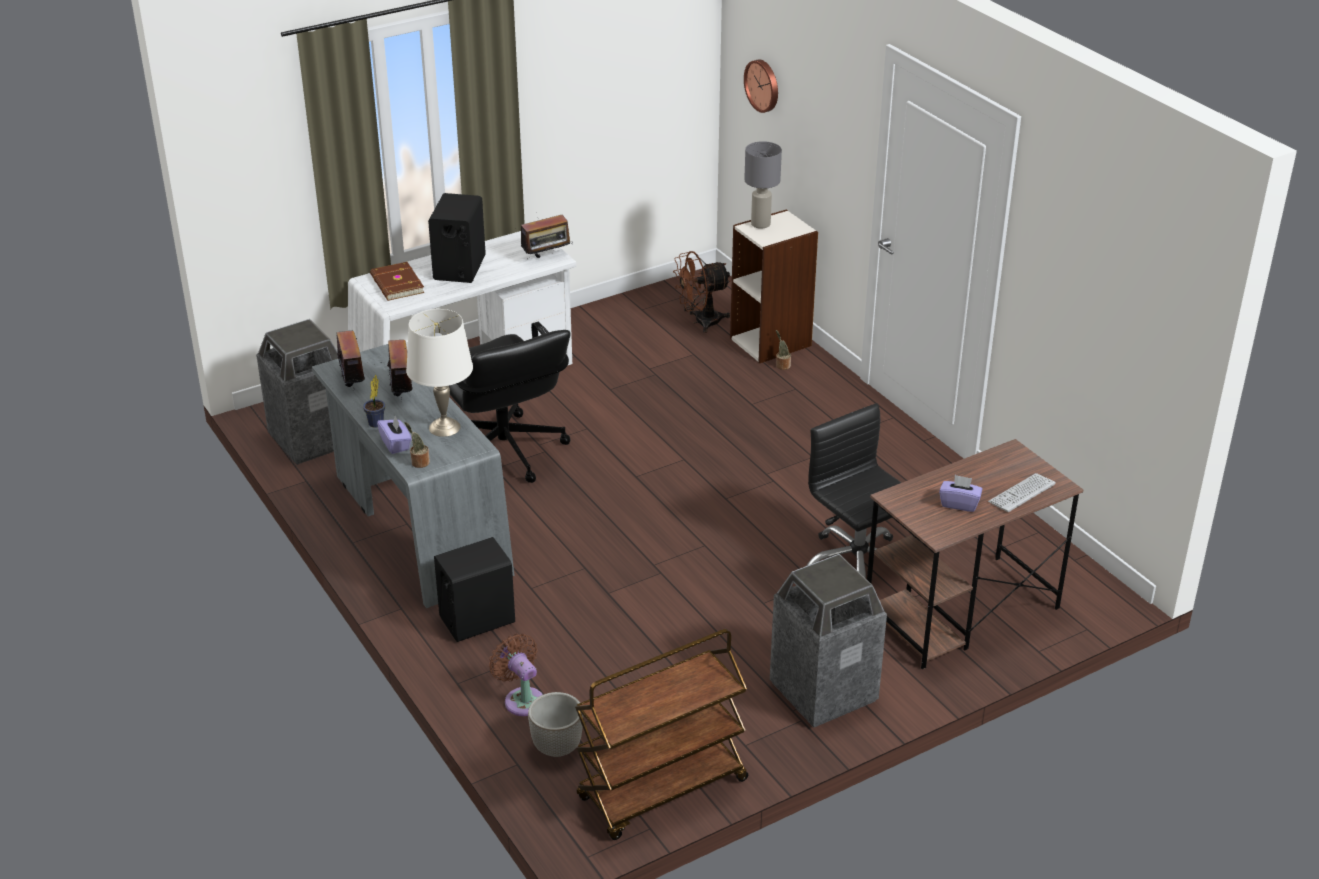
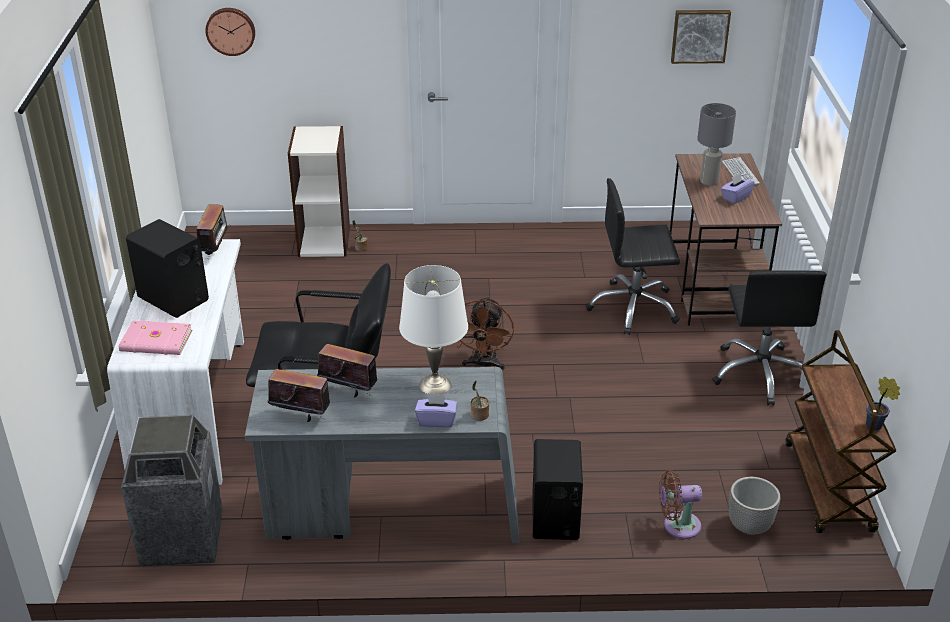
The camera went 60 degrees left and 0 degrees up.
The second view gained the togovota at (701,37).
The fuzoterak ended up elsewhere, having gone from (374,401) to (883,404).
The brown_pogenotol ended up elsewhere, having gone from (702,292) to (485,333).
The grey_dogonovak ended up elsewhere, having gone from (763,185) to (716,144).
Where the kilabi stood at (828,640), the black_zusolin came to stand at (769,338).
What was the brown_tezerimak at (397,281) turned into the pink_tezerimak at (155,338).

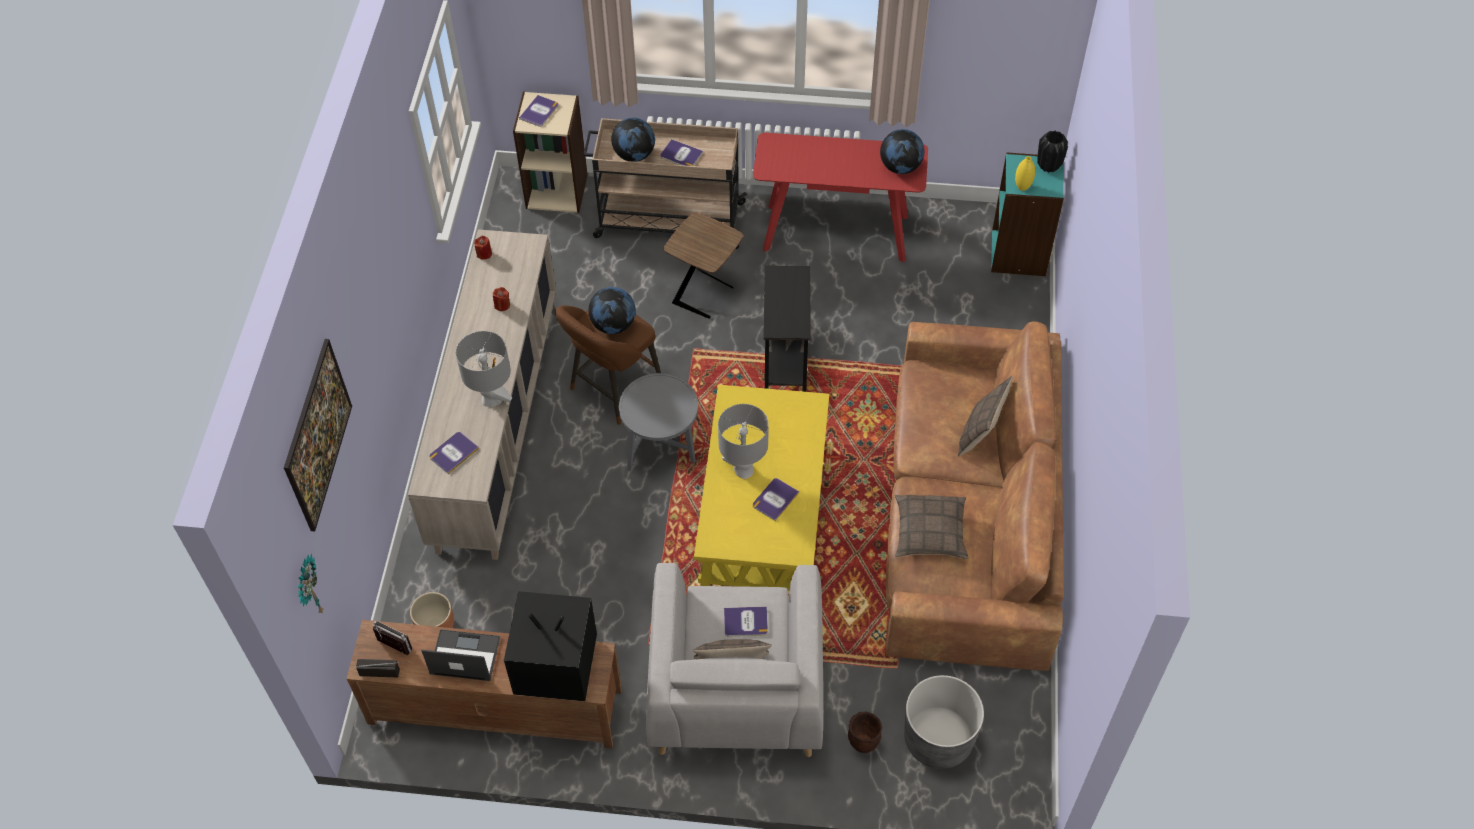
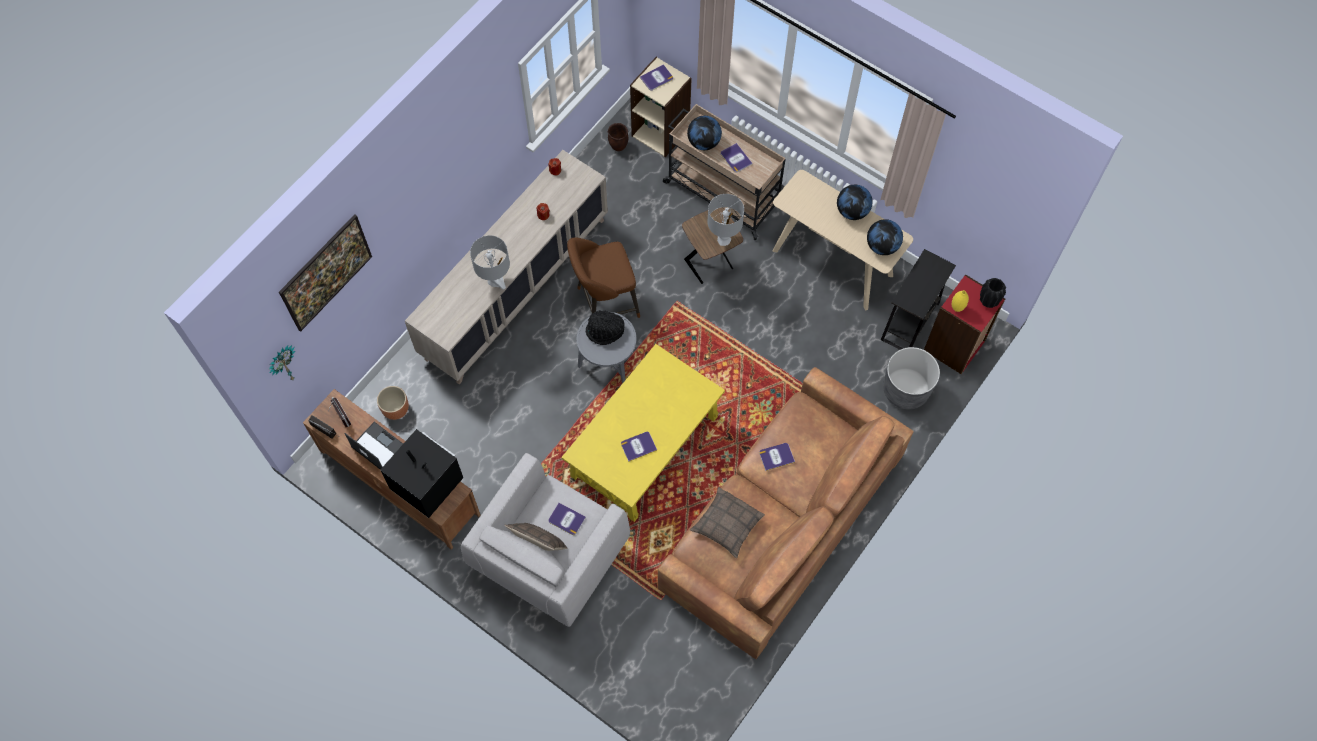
The camera went 30 degrees right and 10 degrees up.
The second view lost the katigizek at (985,416).
The second view gained the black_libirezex at (605,327).
The tezerimak ended up elsewhere, having gone from (454,453) to (777,457).
The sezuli ended up elsewhere, having gone from (612,310) to (854,202).
The grey_dogonovak ended up elsewhere, having gone from (743,441) to (725,220).
The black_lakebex ended up elsewhere, having gone from (787,329) to (918,299).
The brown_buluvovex ended up elsewhere, having gone from (865,732) to (618,137).
The grey_buluvovex ended up elsewhere, having gone from (944,722) to (911,378).
What was the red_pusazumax at (840,197) turned into the beige_pusazumax at (843,240).
What was the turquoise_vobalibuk at (1027,214) turned into the red_vobalibuk at (964,324).

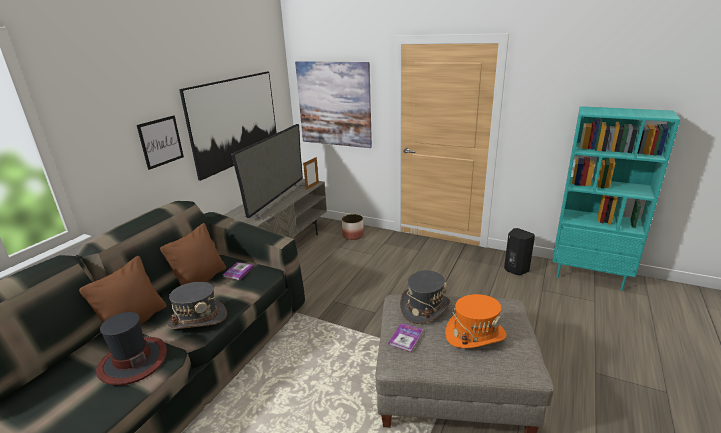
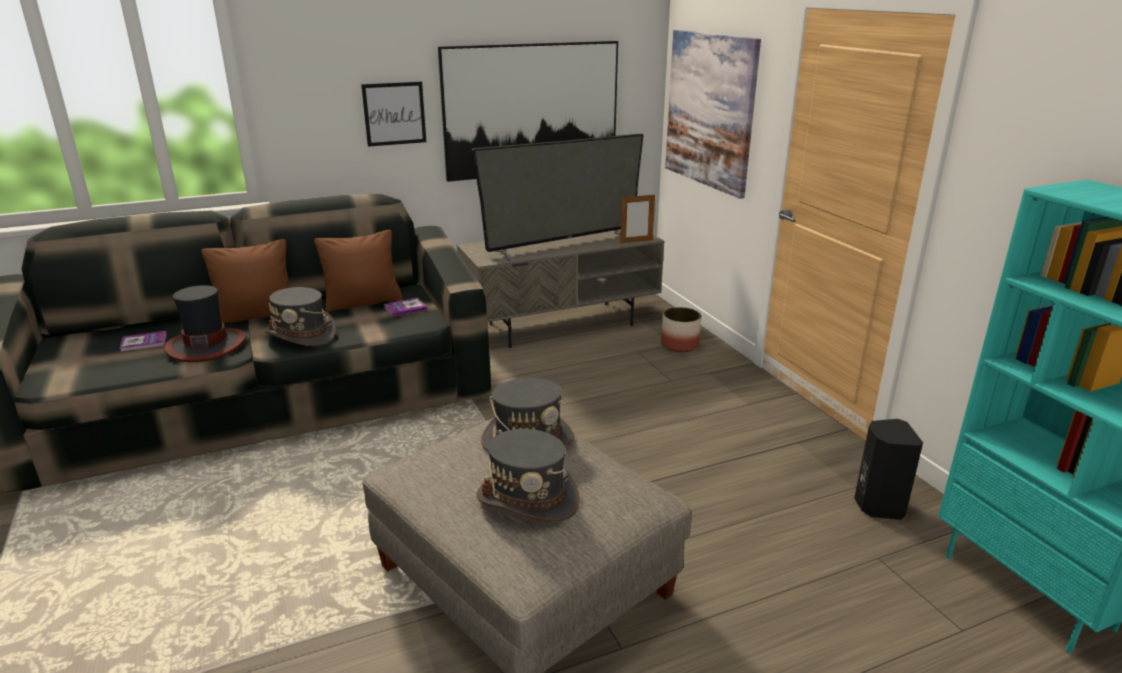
The camera went 40 degrees right and 0 degrees up.
The tezerimak ended up elsewhere, having gone from (405,337) to (143,341).
What was the orange_libirezex at (476,321) turned into the grey_libirezex at (528,475).

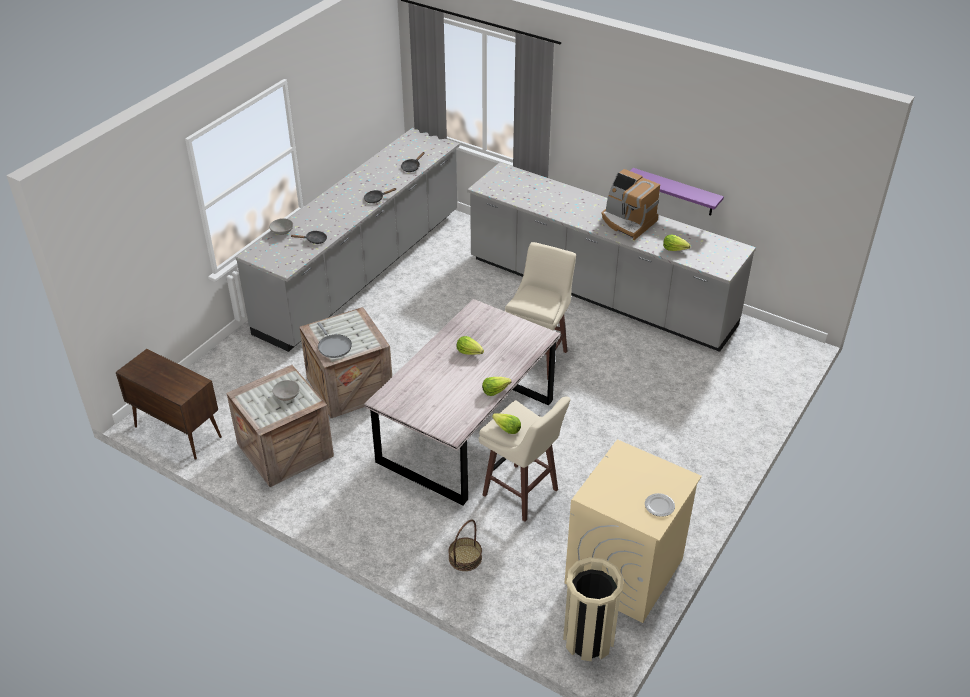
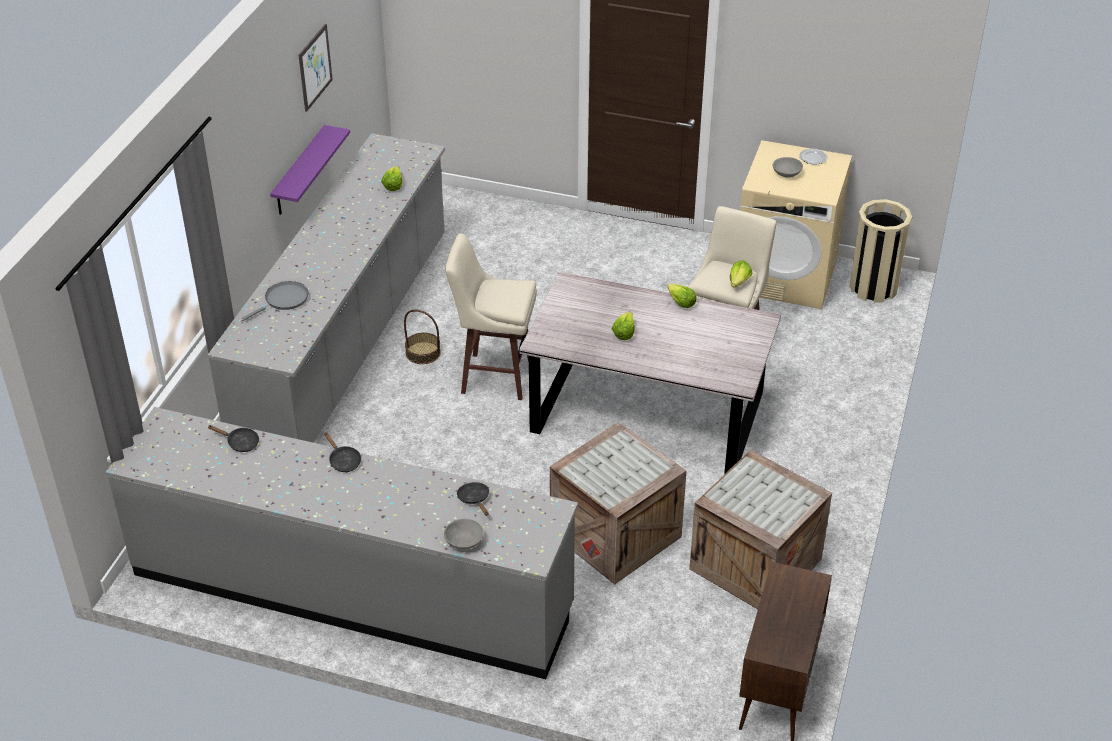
The camera went 105 degrees left and 0 degrees up.
The second view lost the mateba at (631,204).
The second view gained the togovota at (316,68).
The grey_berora ended up elsewhere, having gone from (286,390) to (788,167).
The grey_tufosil ended up elsewhere, having gone from (334,340) to (275,300).
The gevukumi ended up elsewhere, having gone from (465,545) to (422,337).

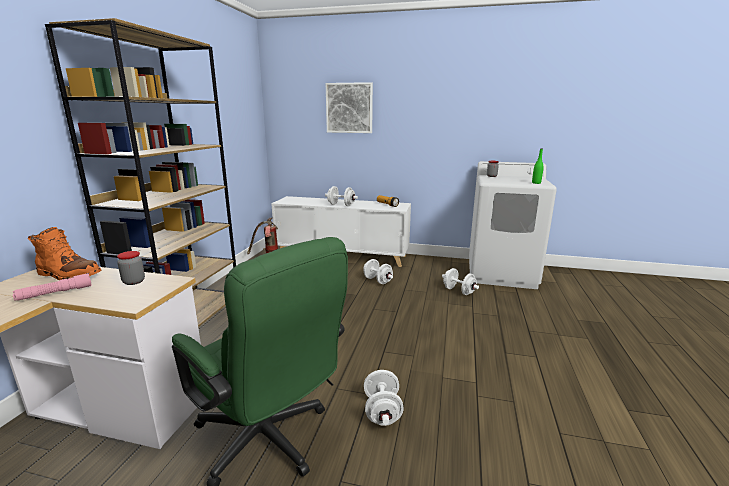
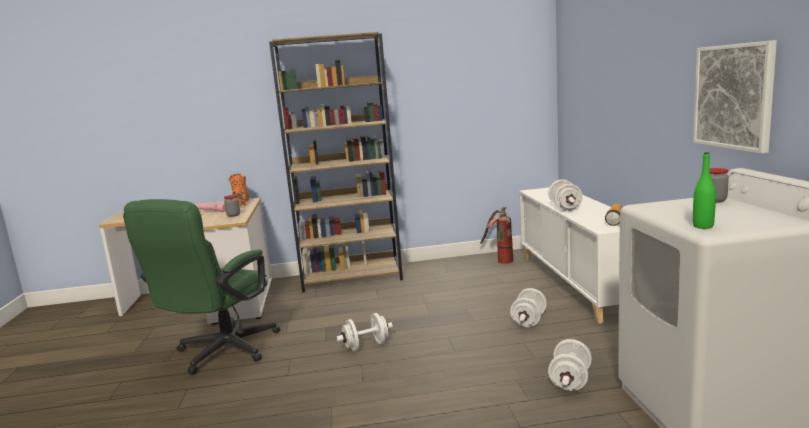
The camera went 70 degrees right and 5 degrees down.
The togovota ended up elsewhere, having gone from (349,107) to (735,97).
The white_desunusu ended up elsewhere, having gone from (384,398) to (365,332).

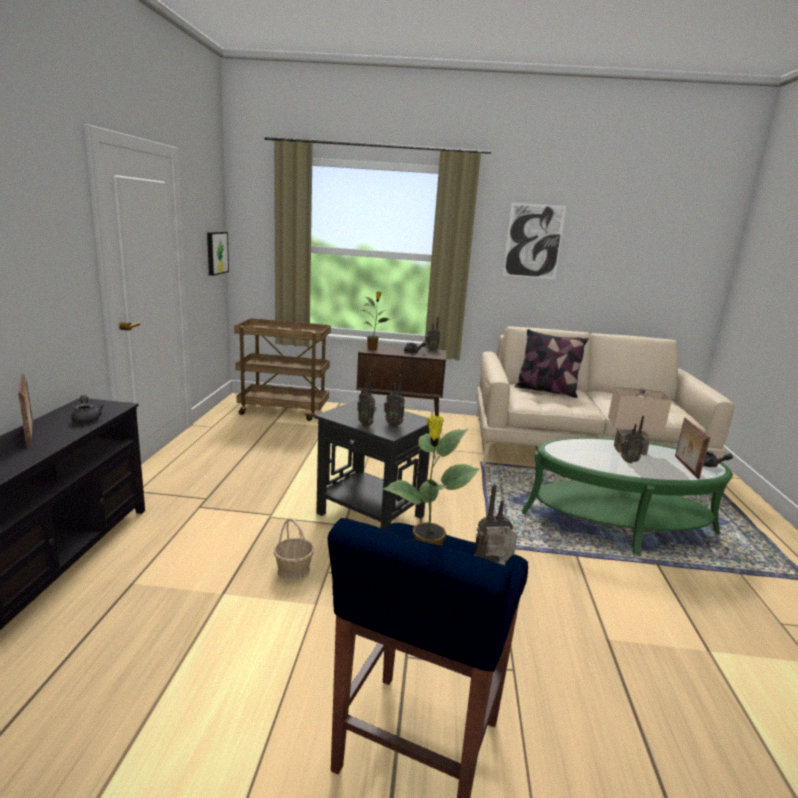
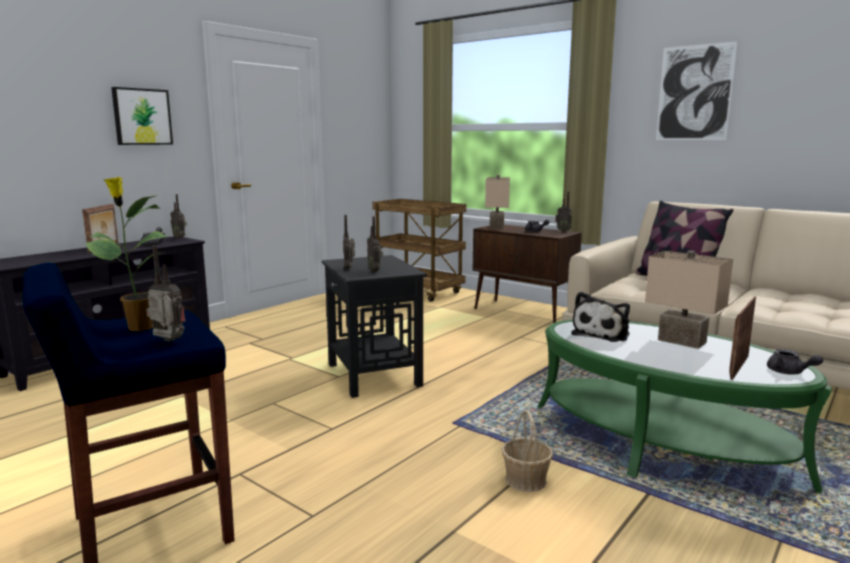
The camera went 35 degrees right and 5 degrees down.
The second view gained the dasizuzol at (600,317).
The togovota ended up elsewhere, having gone from (218,254) to (142,116).
The gevukumi ended up elsewhere, having gone from (294,549) to (527,451).
The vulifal ended up elsewhere, having gone from (632,439) to (179,216).
Where the fuzoterak stood at (376,320), the beige_dogonovak came to stand at (497,202).

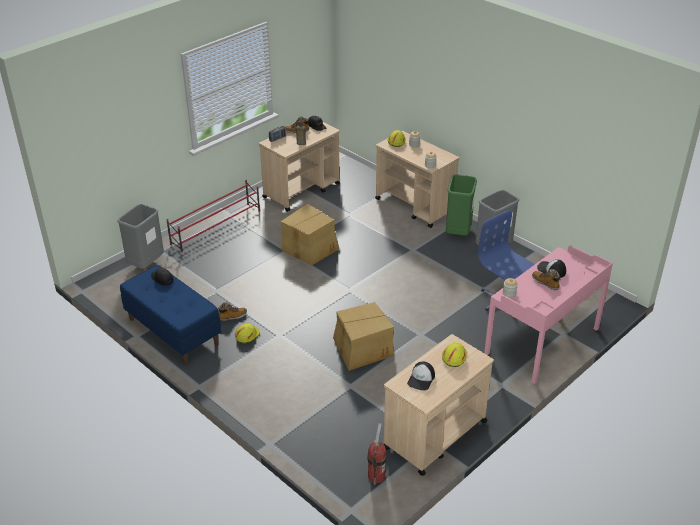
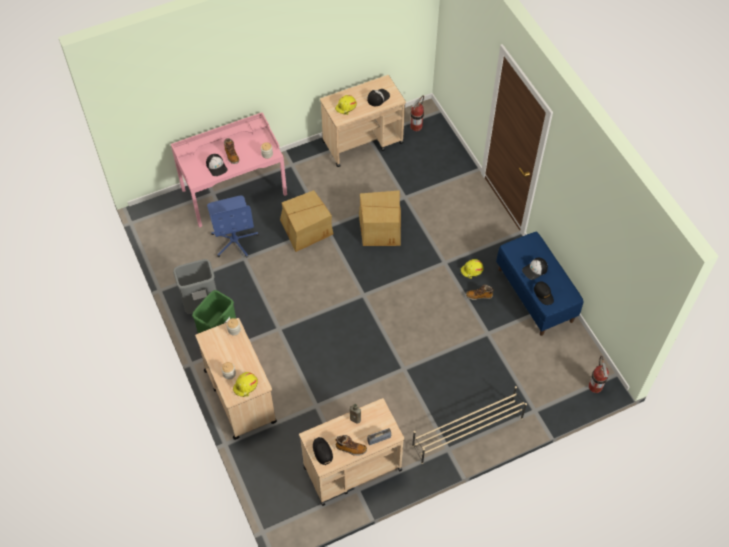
The camera went 160 degrees left and 20 degrees up.
The second view lost the grey_kilabi at (140,236).
The second view gained the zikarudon at (535,269).
The second view gained the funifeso at (599,374).
The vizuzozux ended up elsewhere, having gone from (309,234) to (306,221).
What was the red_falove at (213,216) turned into the beige_falove at (469,425).

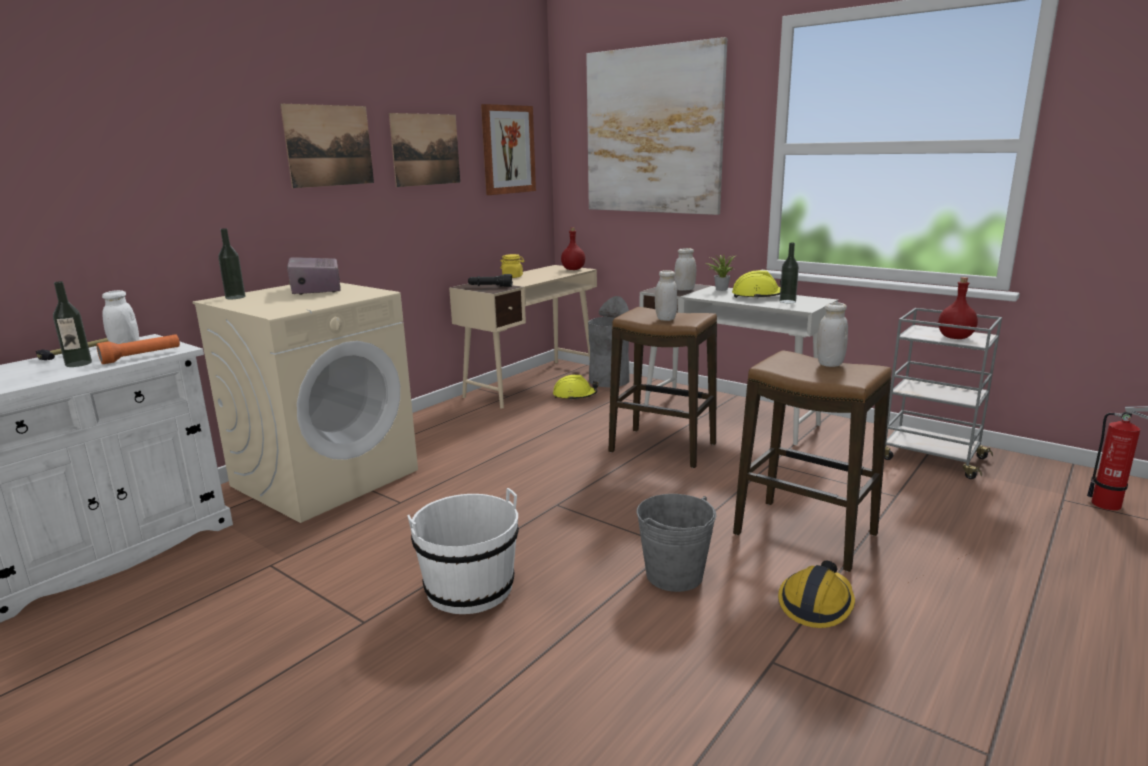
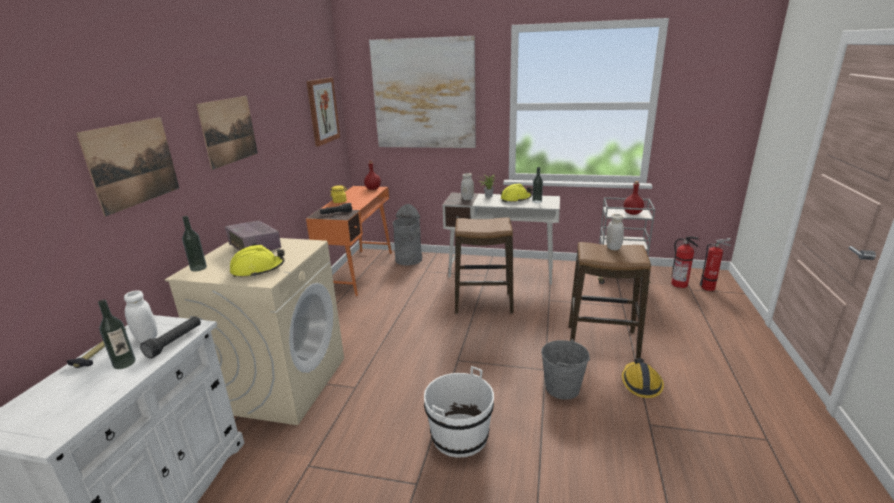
The camera went 25 degrees left and 5 degrees up.
The second view lost the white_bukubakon at (666,295).
The second view gained the funifeso at (685,262).
The togovota ended up elsewhere, having gone from (424,150) to (127,167).
The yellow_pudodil ended up elsewhere, having gone from (575,388) to (257,261).
What was the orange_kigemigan at (138,349) turned into the black_kigemigan at (170,337).
What was the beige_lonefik at (523,336) turned into the orange_lonefik at (349,241).

